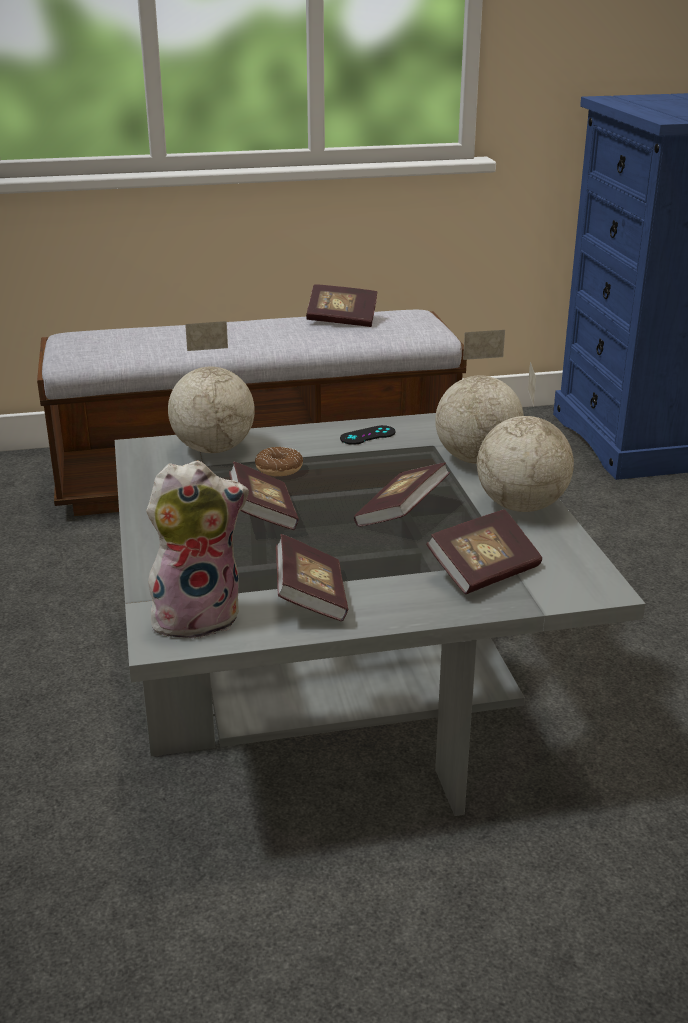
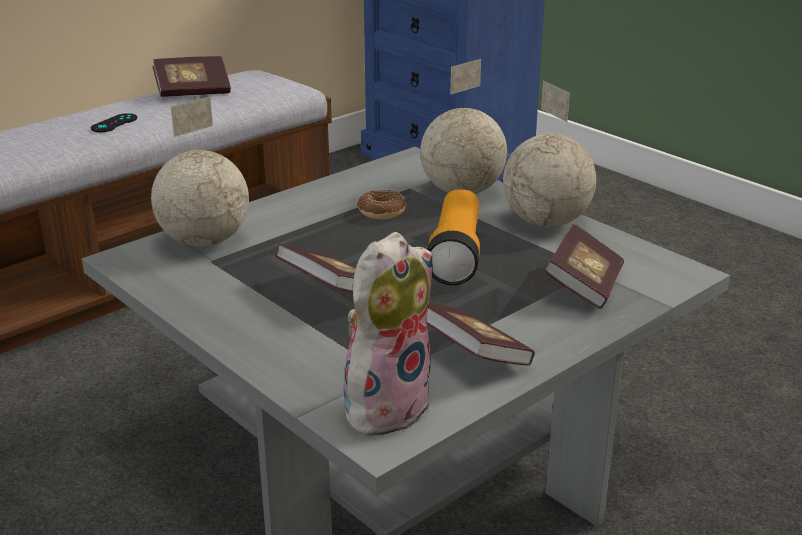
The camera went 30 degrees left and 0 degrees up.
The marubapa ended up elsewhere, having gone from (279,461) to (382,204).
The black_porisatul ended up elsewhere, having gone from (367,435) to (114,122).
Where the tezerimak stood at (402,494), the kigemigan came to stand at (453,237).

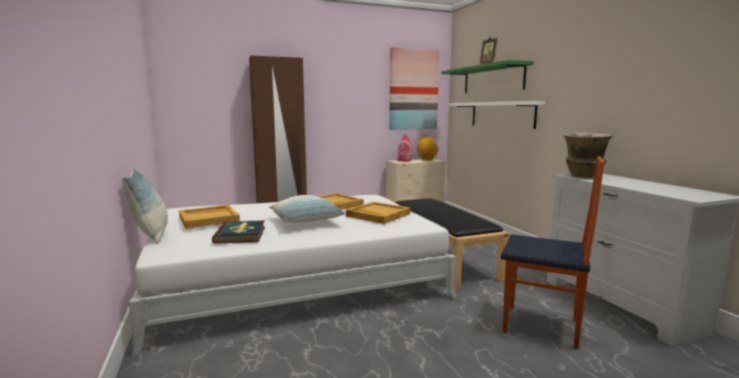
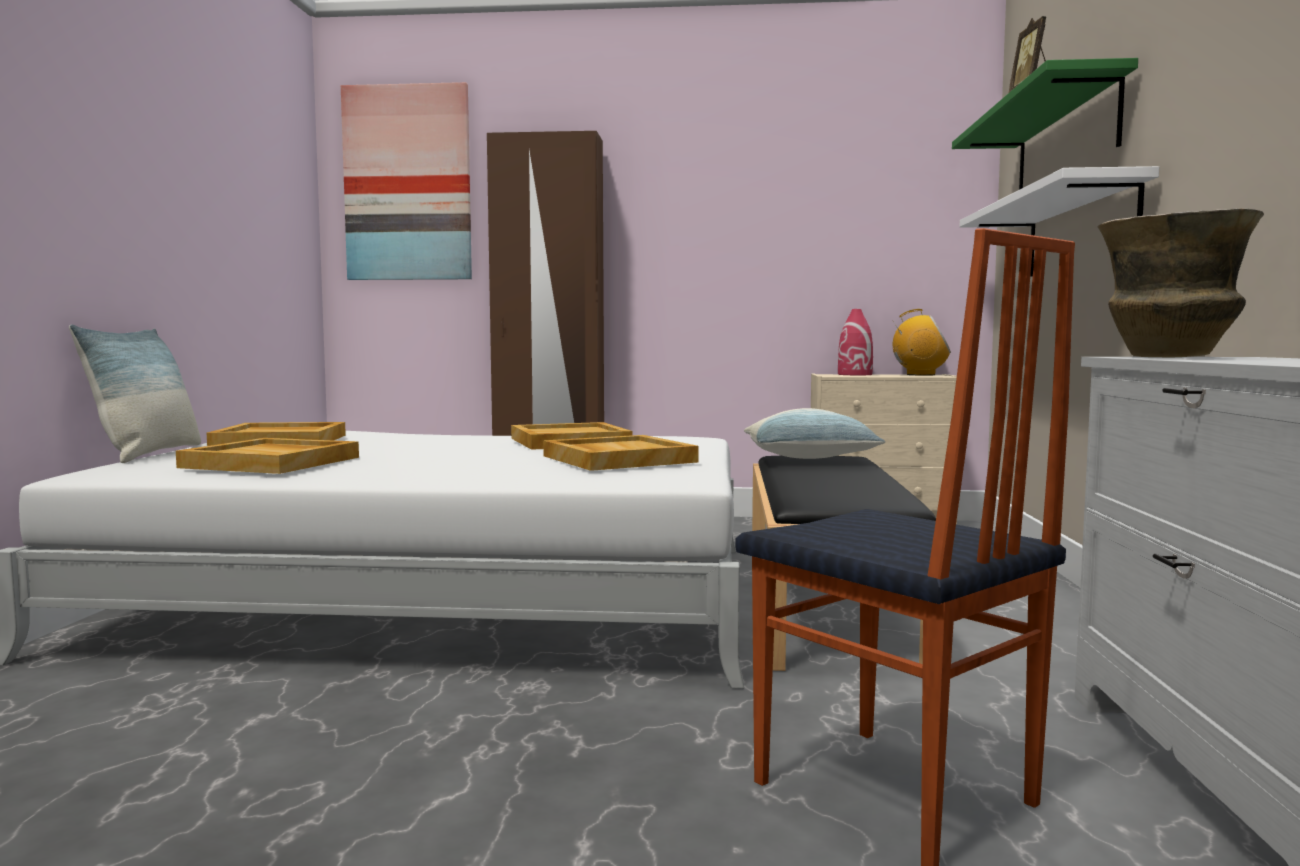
The camera went 25 degrees right and 5 degrees down.
The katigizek ended up elsewhere, having gone from (307,209) to (814,433).
The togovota ended up elsewhere, having gone from (414,88) to (406,181).
Where the tezerimak stood at (238,232), the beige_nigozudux came to stand at (267,456).

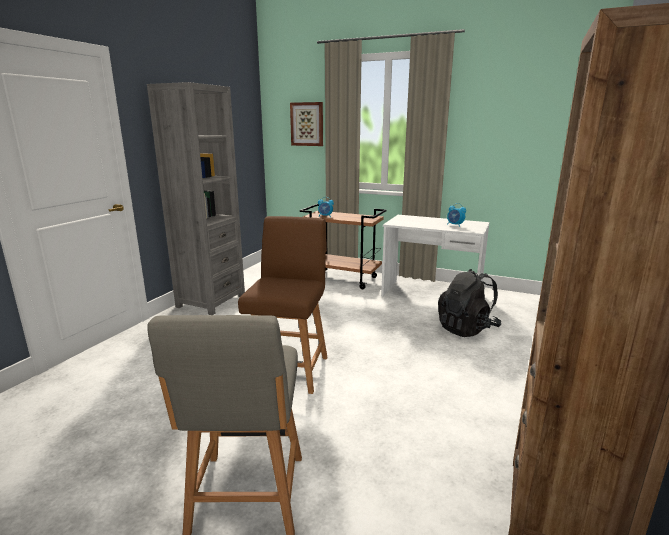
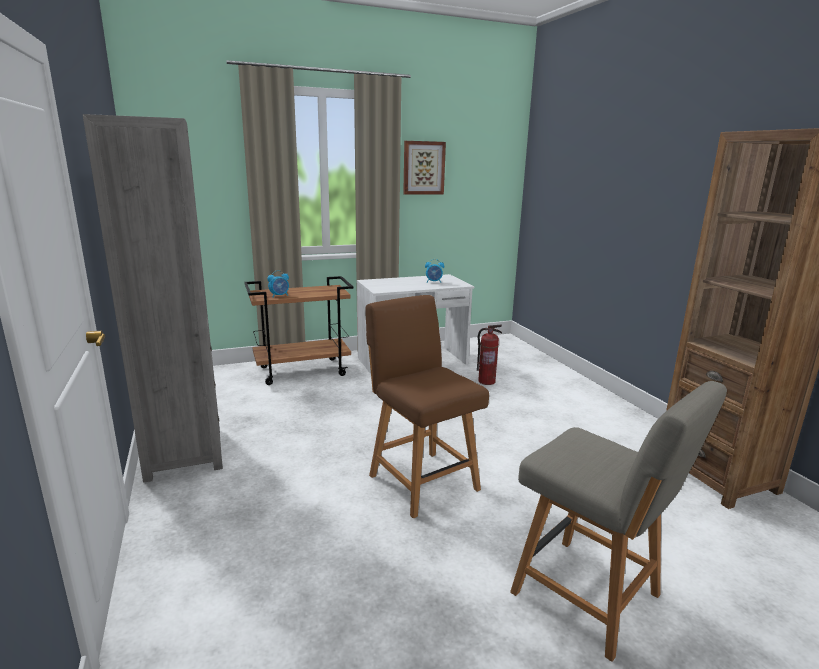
The camera went 45 degrees left and 0 degrees up.
The togovota ended up elsewhere, having gone from (306,124) to (424,168).
Where the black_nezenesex stood at (469,303), the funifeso came to stand at (489,354).

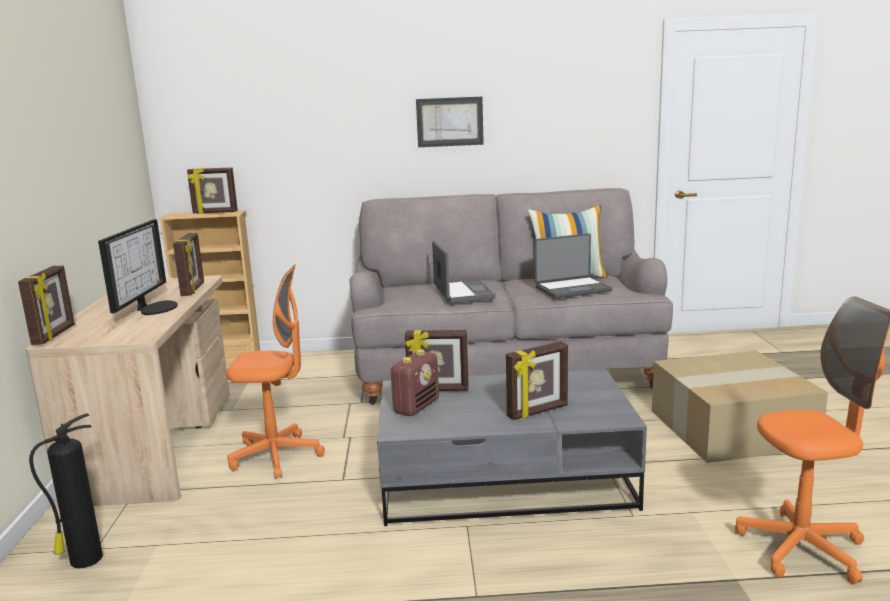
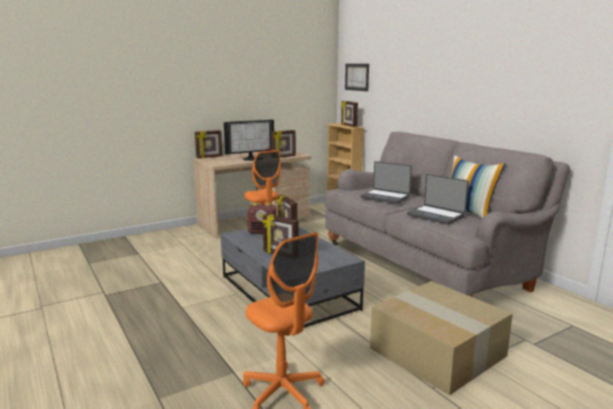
The camera went 60 degrees right and 0 degrees up.
The second view lost the funifeso at (66,490).
The togovota ended up elsewhere, having gone from (450,122) to (357,77).
The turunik at (464,272) ended up facing another way, 75 degrees clockwise from before.

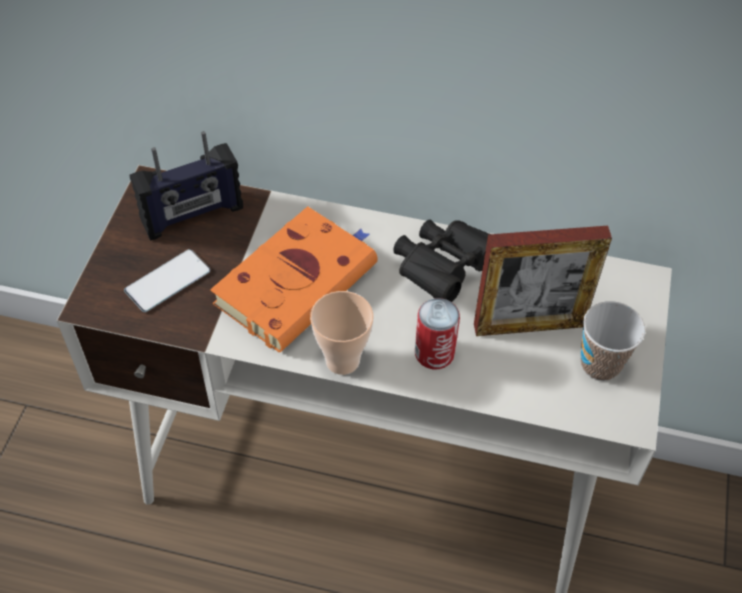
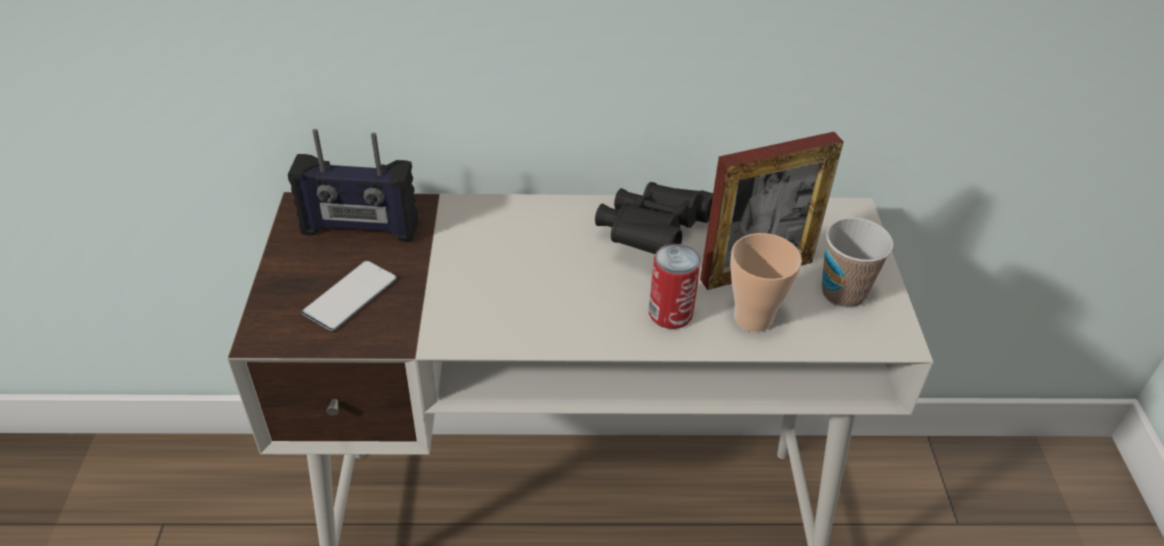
The camera went 15 degrees left and 10 degrees down.
The second view lost the orange_tezerimak at (294,279).
The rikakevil ended up elsewhere, having gone from (342,333) to (766,282).
The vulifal at (186,185) ended up facing another way, 45 degrees clockwise from before.

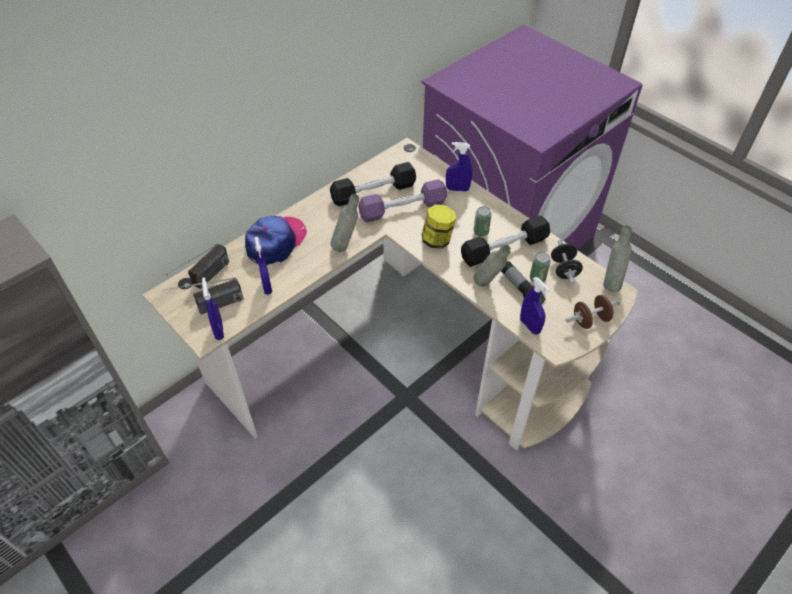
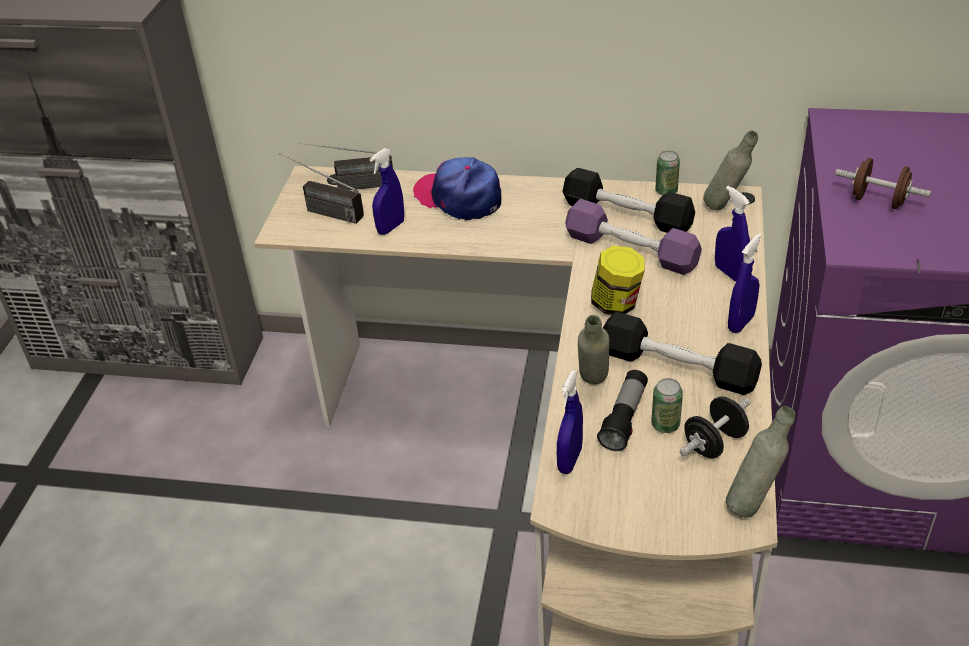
The camera went 55 degrees right and 10 degrees down.
The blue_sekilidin ended up elsewhere, having gone from (213,309) to (745,283).
The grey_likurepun ended up elsewhere, having gone from (345,223) to (730,170).
The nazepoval ended up elsewhere, having gone from (482,221) to (667,173).
The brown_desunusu ended up elsewhere, having gone from (593,312) to (883,183).
The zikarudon at (276,240) ended up facing another way, 135 degrees counterclockwise from before.

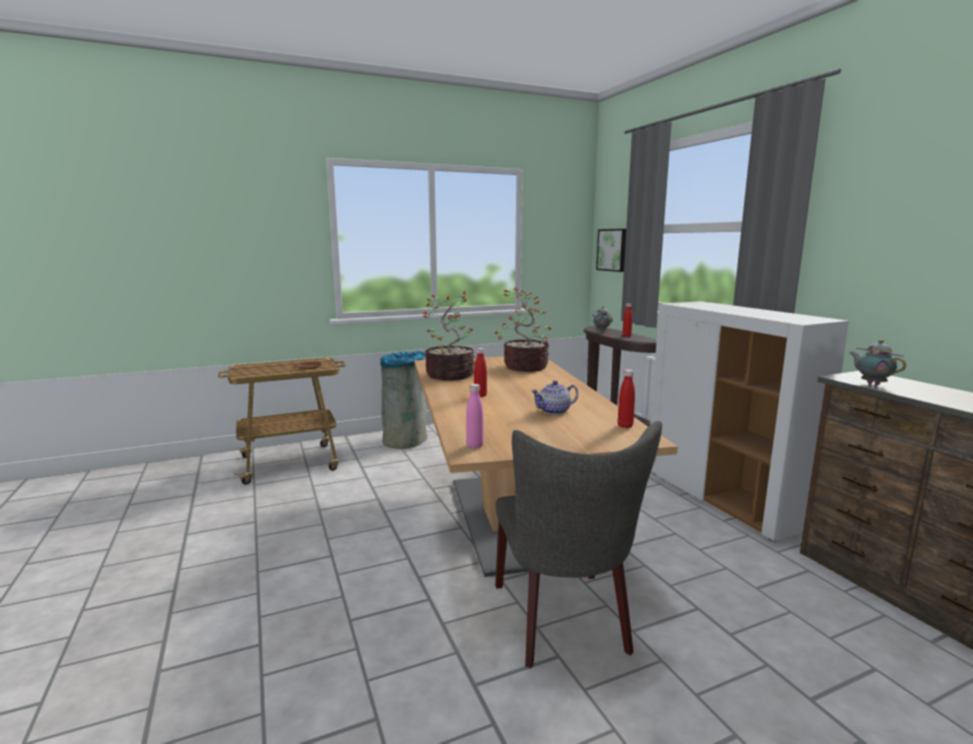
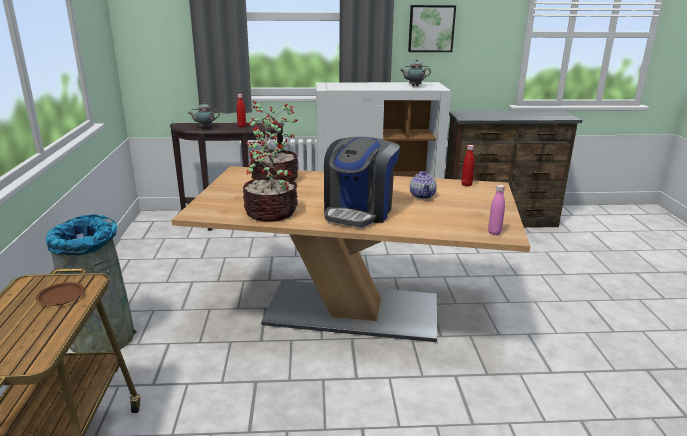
The camera went 70 degrees left and 10 degrees up.
The second view lost the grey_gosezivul at (578,544).
The togovota ended up elsewhere, having gone from (611,250) to (432,28).
The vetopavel ended up elsewhere, having gone from (878,362) to (415,72).
Where the red_likurepun stood at (480,372), the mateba came to stand at (362,182).

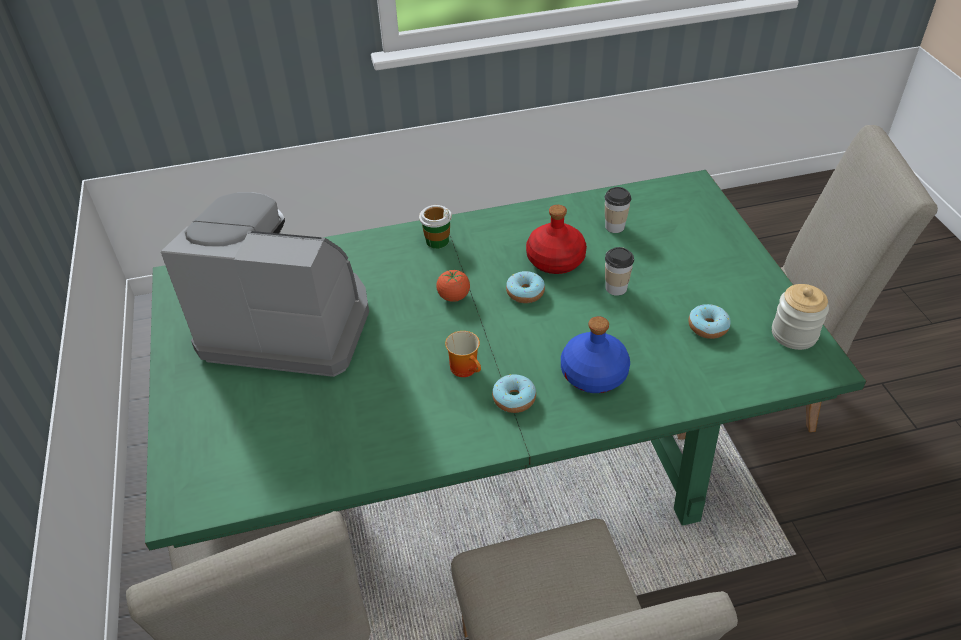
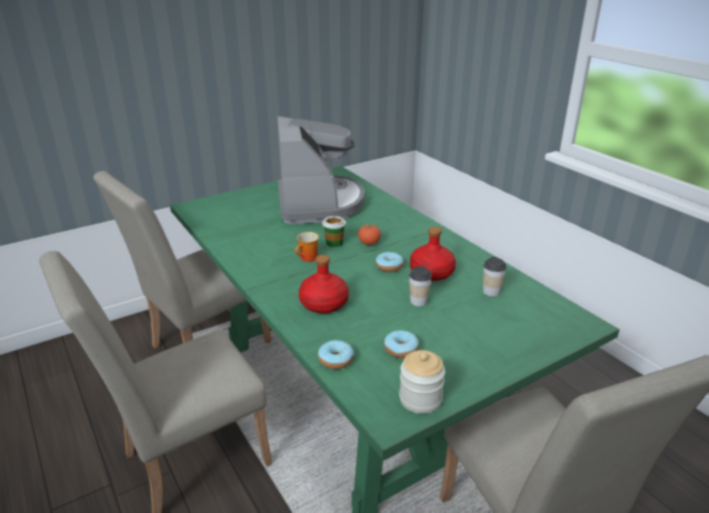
The camera went 70 degrees right and 15 degrees down.
The rikakevil ended up elsewhere, having gone from (435,227) to (334,231).
The marubapa ended up elsewhere, having gone from (514,393) to (336,354).
What was the blue_likurepun at (595,354) turned into the red_likurepun at (324,284).

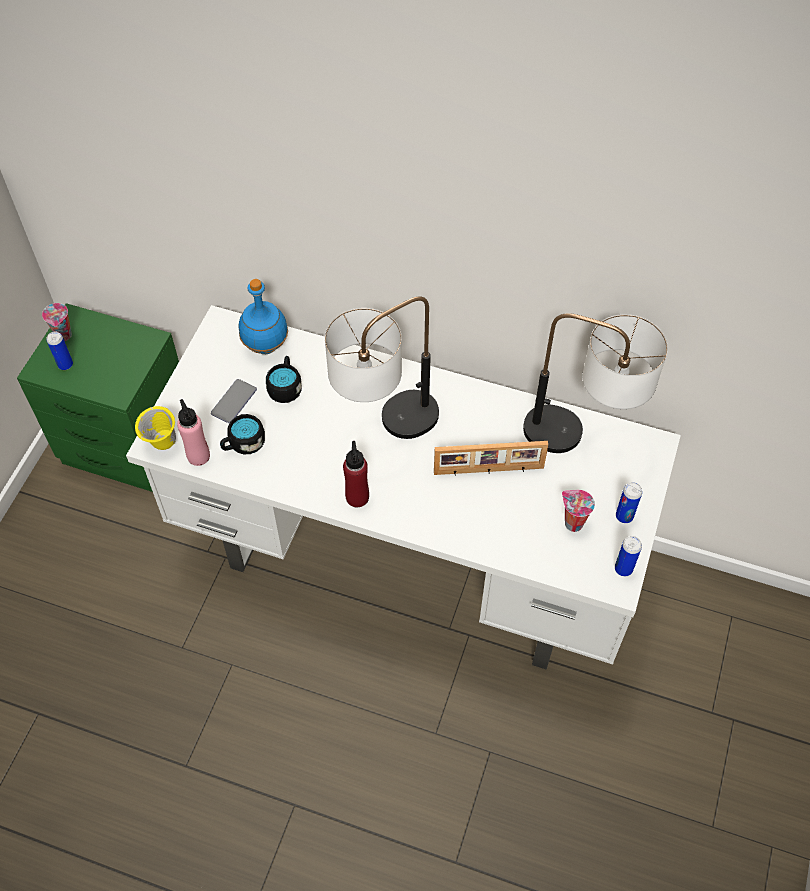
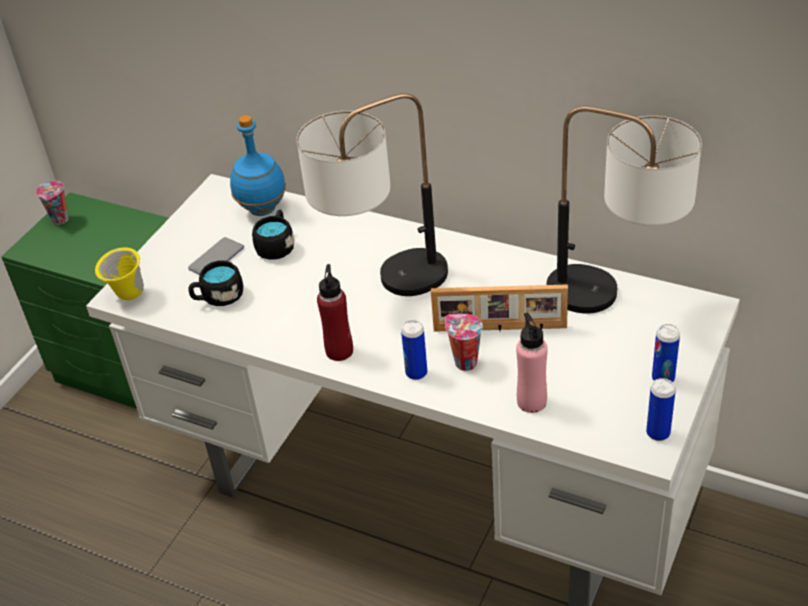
The camera went 10 degrees right and 15 degrees down.
The nazepoval ended up elsewhere, having gone from (60,351) to (414,350).
The pink_likurepun ended up elsewhere, having gone from (193,432) to (532,363).
The rikakevil ended up elsewhere, having gone from (578,511) to (464,342).

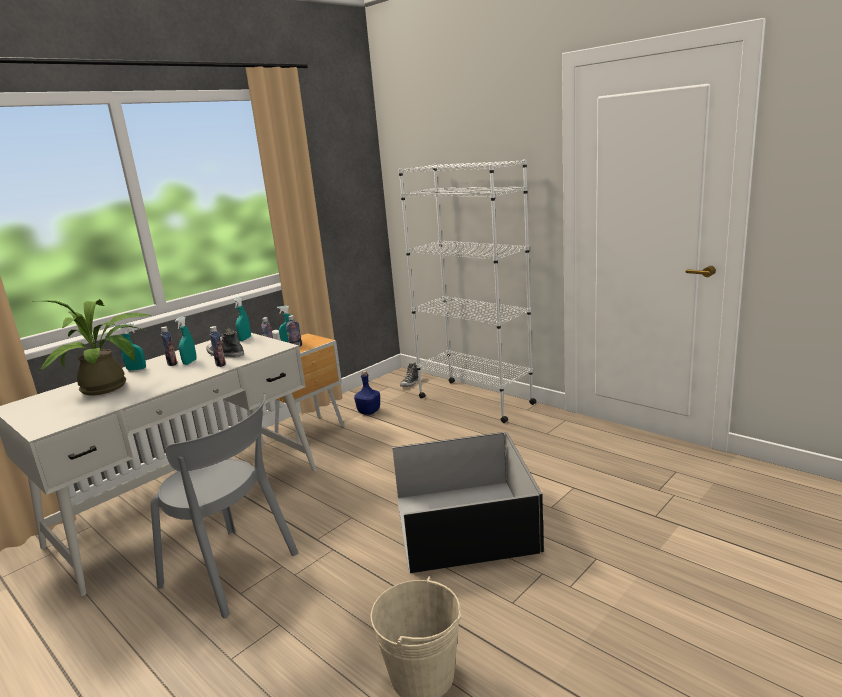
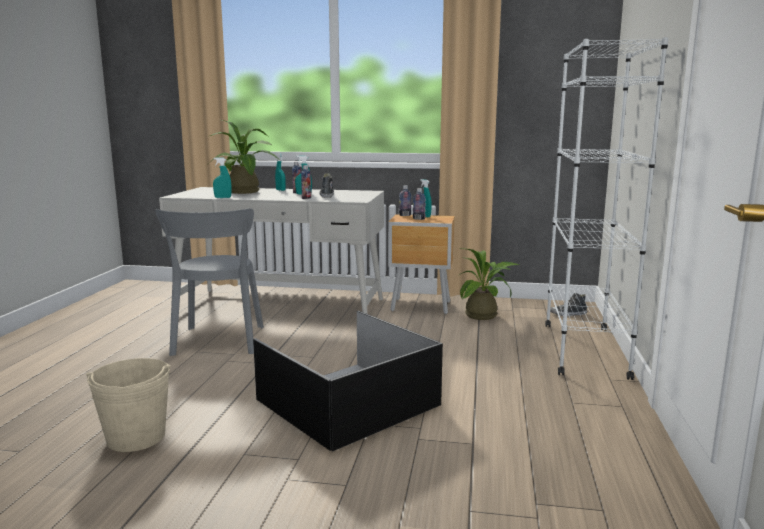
The camera went 55 degrees right and 5 degrees down.
The turquoise_sekilidin ended up elsewhere, having gone from (242,319) to (222,178).
Where the blue_likurepun stood at (367,393), the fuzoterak came to stand at (489,284).

